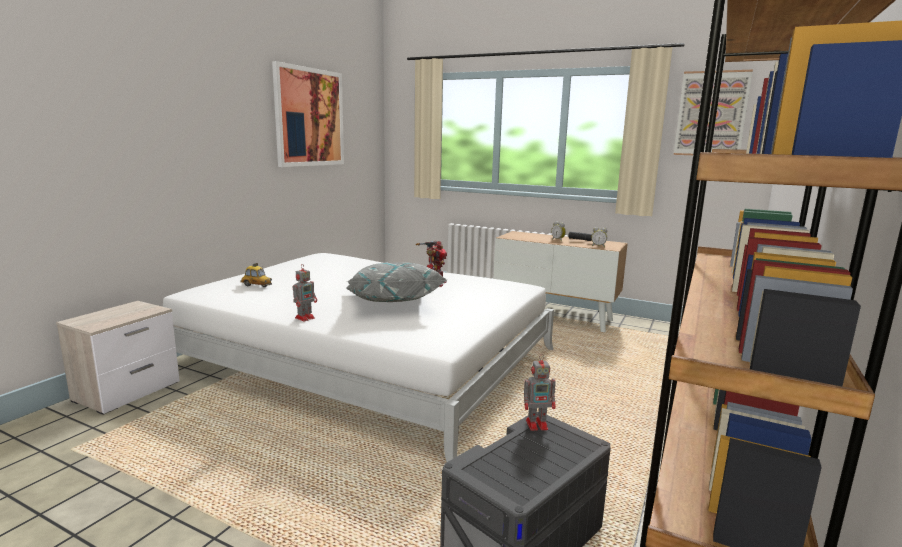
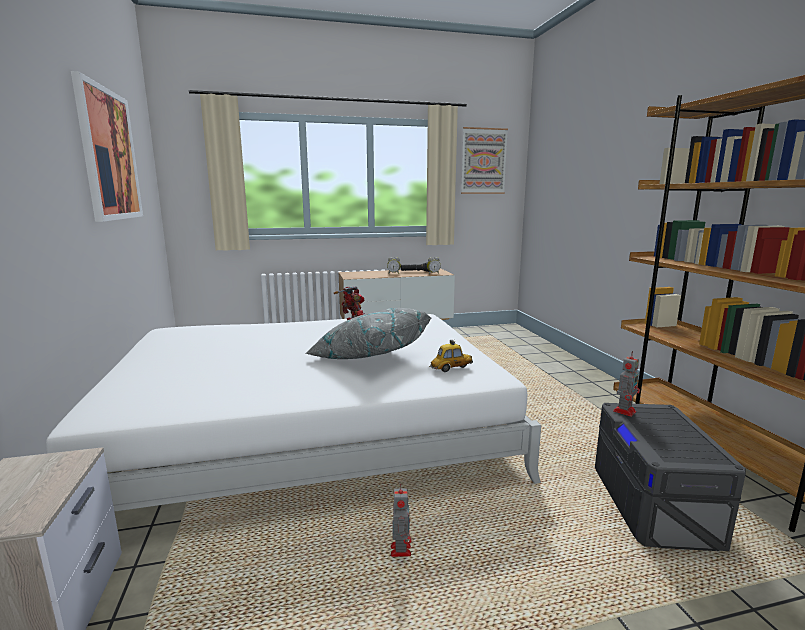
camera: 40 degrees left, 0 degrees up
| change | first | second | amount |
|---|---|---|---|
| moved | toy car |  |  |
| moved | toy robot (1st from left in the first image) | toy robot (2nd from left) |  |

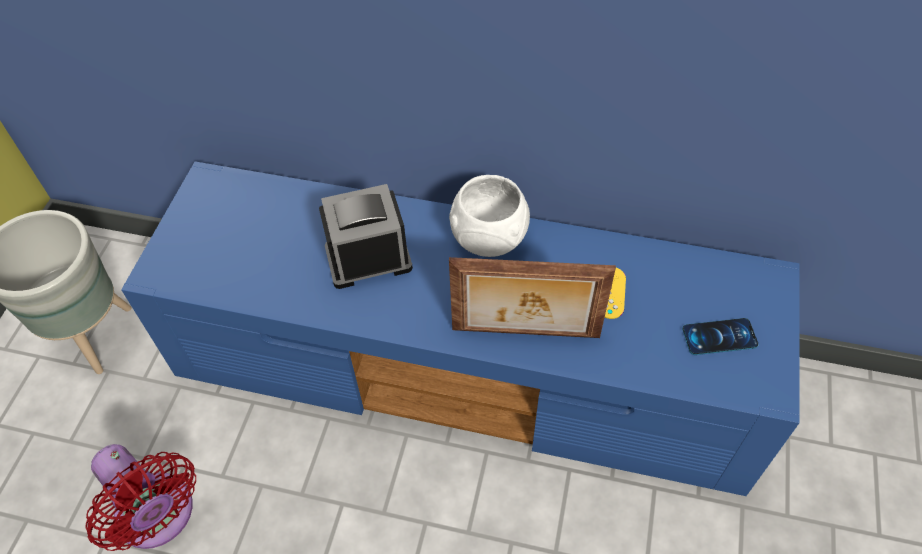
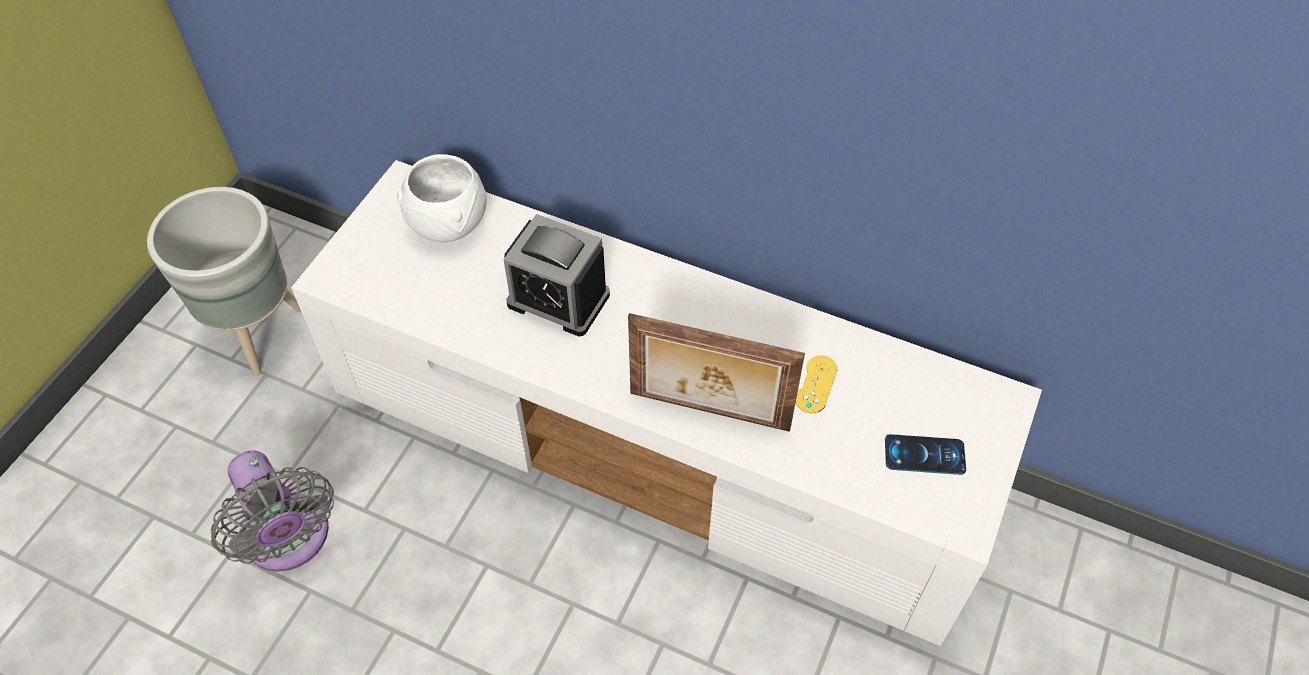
camera: 10 degrees right, 0 degrees up
| change | first | second | amount |
|---|---|---|---|
| recoloured | blue tv stand | white tv stand |  |
| moved | white bowl |  |  |
| turned | alarm clock |  | 150 degrees counterclockwise |
| recoloured | red fan | grey fan |  |

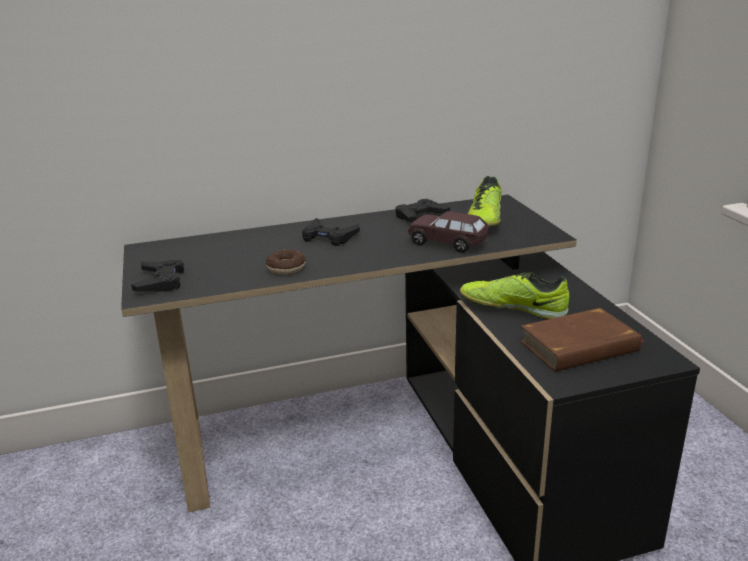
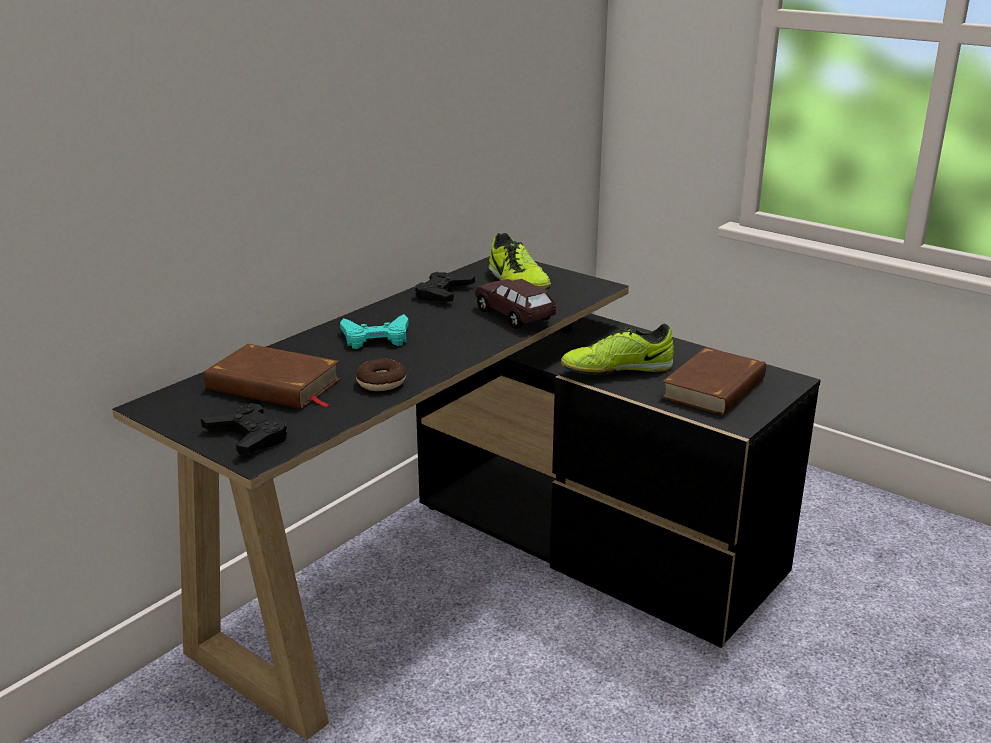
camera: 35 degrees left, 0 degrees up
| change | first | second | amount |
|---|---|---|---|
| turned | brown toy car |  | 60 degrees clockwise |
| recoloured | black game controller (2nd from left) | turquoise game controller |  |
| added |  | brown book (1st from left) |  |

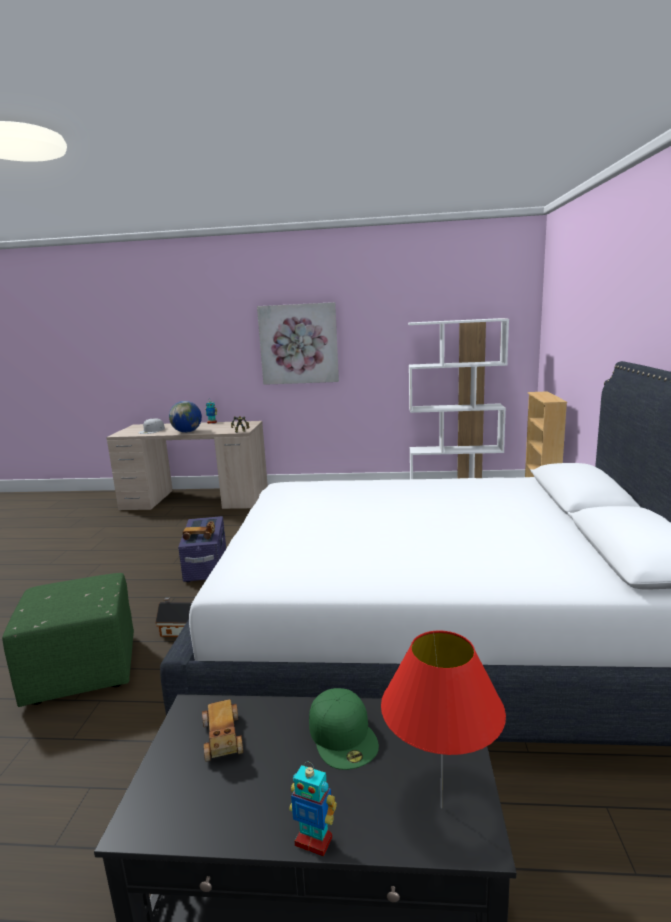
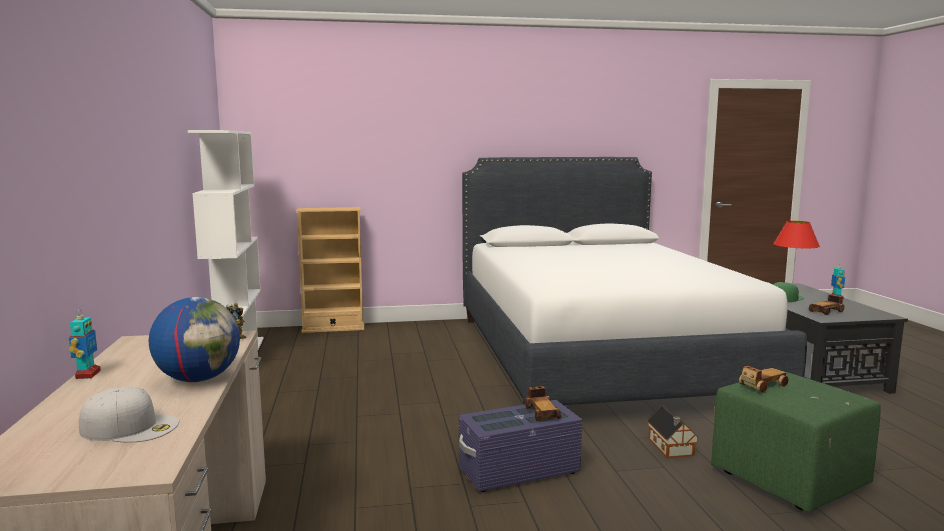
camera: 105 degrees left, 5 degrees down
| change | first | second | amount |
|---|---|---|---|
| removed | picture |  |  |
| added |  | toy car (2nd from left) |  |

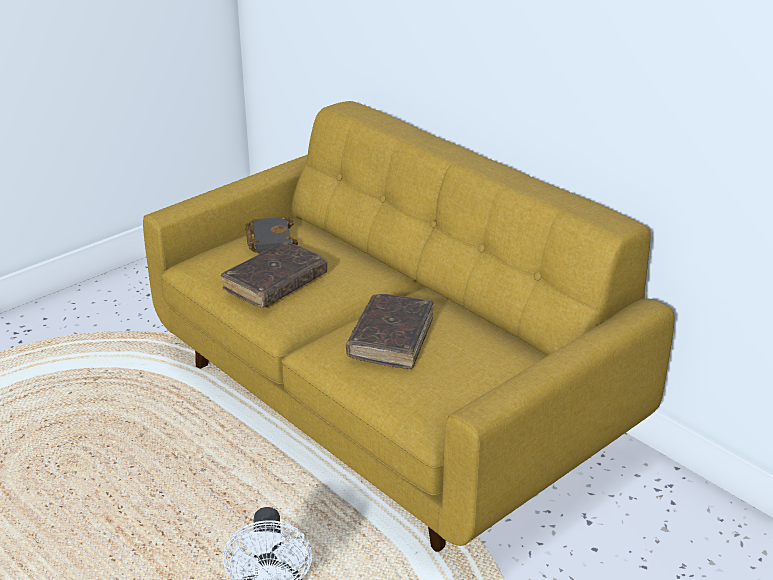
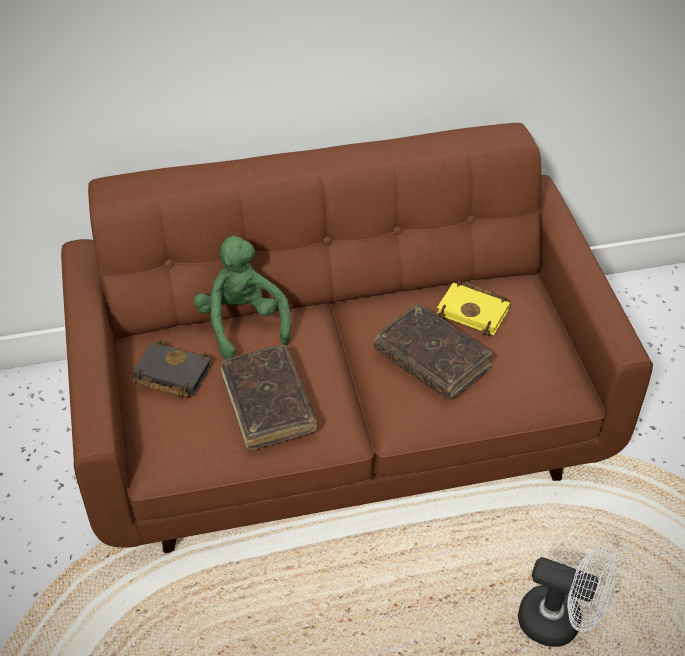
camera: 60 degrees left, 15 degrees up
| change | first | second | amount |
|---|---|---|---|
| recoloured | yellow sofa | brown sofa |  |
| added |  | green plush toy |  |
| added |  | yellow book |  |

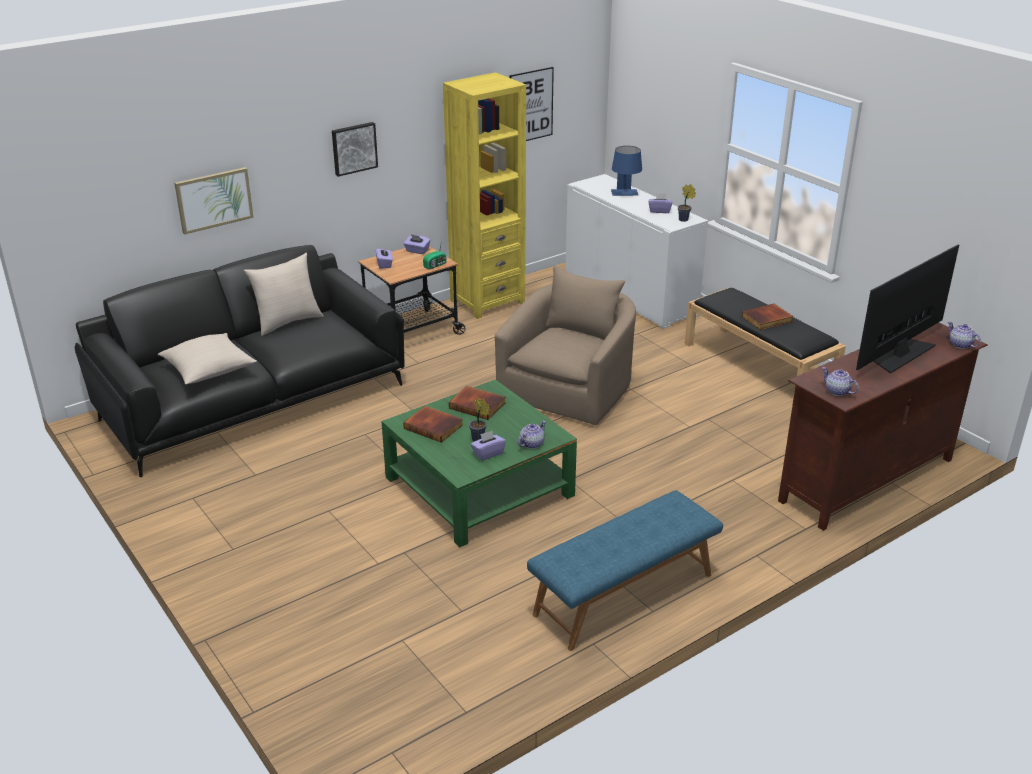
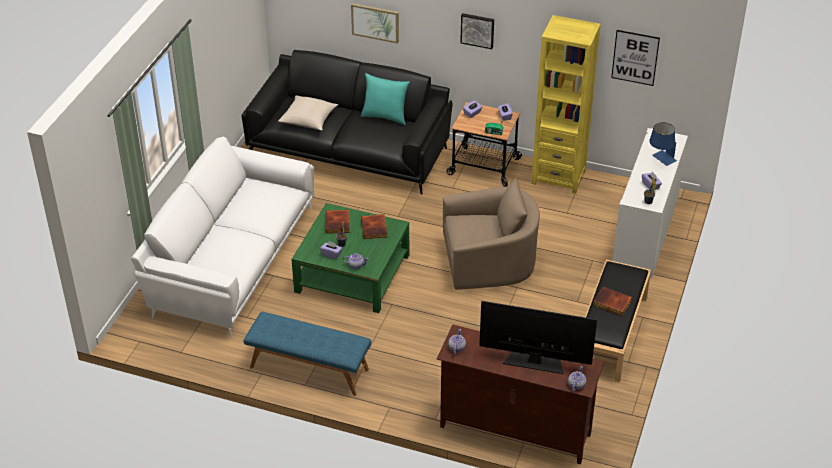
camera: 55 degrees right, 10 degrees up
| change | first | second | amount |
|---|---|---|---|
| recoloured | beige pillow (2nd from left) | turquoise pillow |  |
| added |  | white sofa |  |

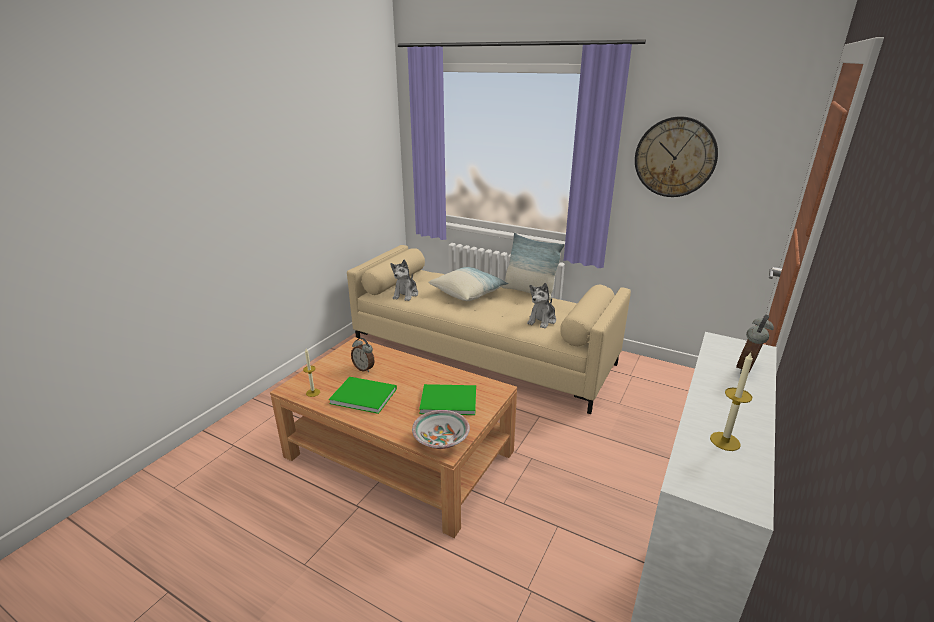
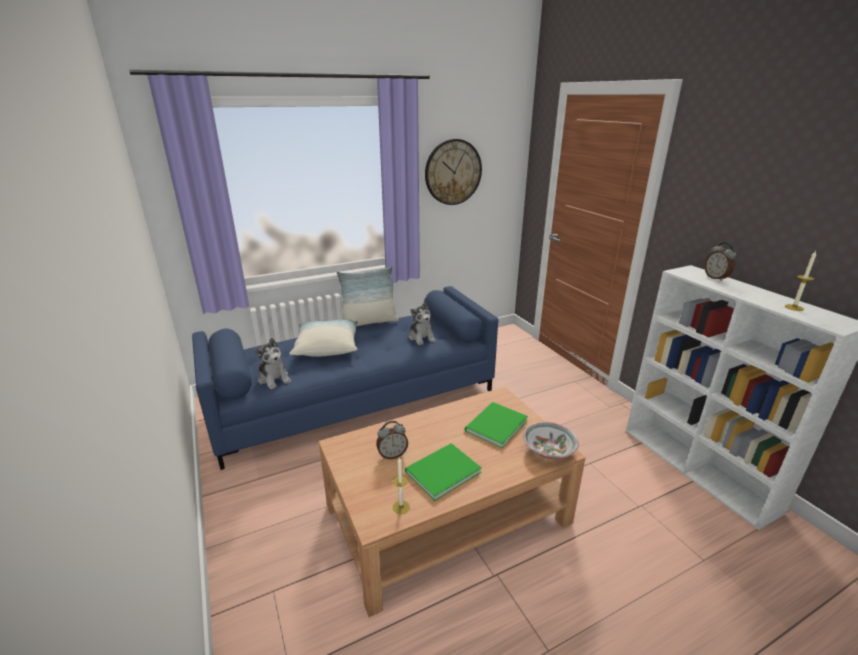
camera: 55 degrees left, 0 degrees up
| change | first | second | amount |
|---|---|---|---|
| recoloured | beige sofa | blue sofa |  |

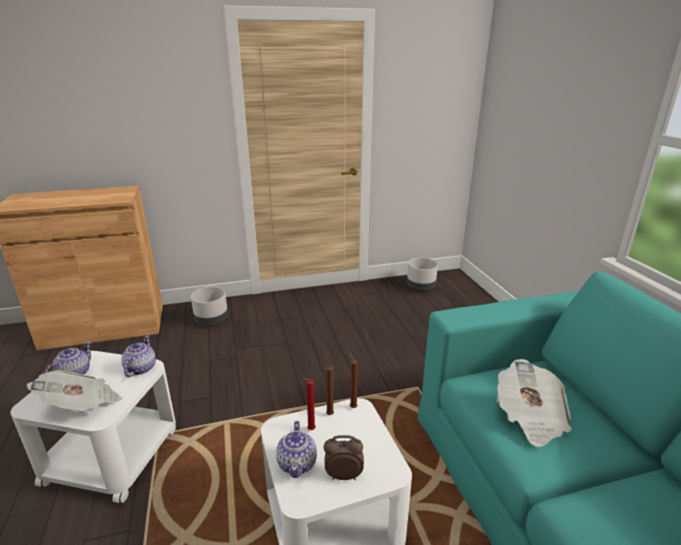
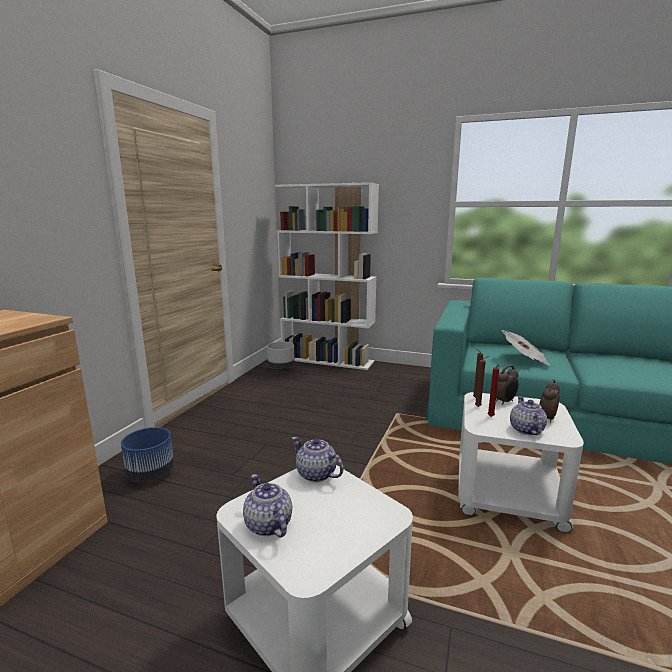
camera: 55 degrees left, 10 degrees down
| change | first | second | amount |
|---|---|---|---|
| recoloured | grey planter (1st from left) | blue planter |  |
| removed | newspaper (1st from left) |  |  |
| turned | teapot (3rd from left) |  | 120 degrees counterclockwise |
| added |  | white bookcase |  |
| added |  | alarm clock (1st from left) |  |

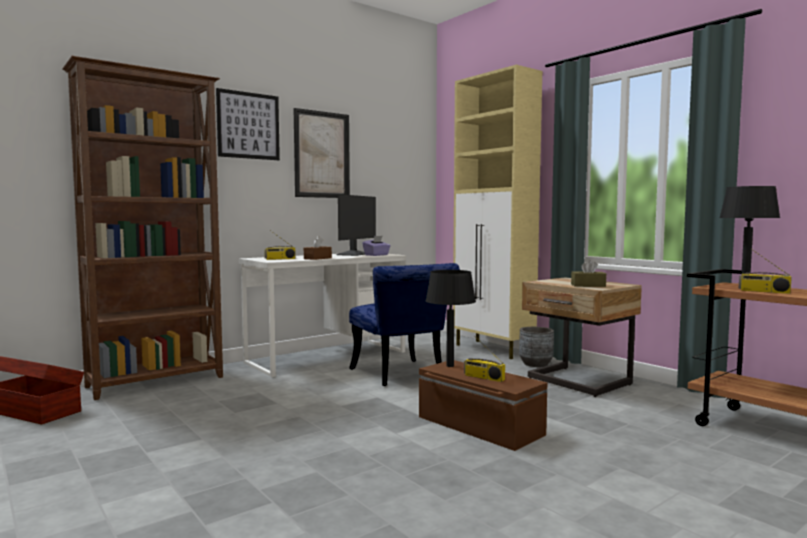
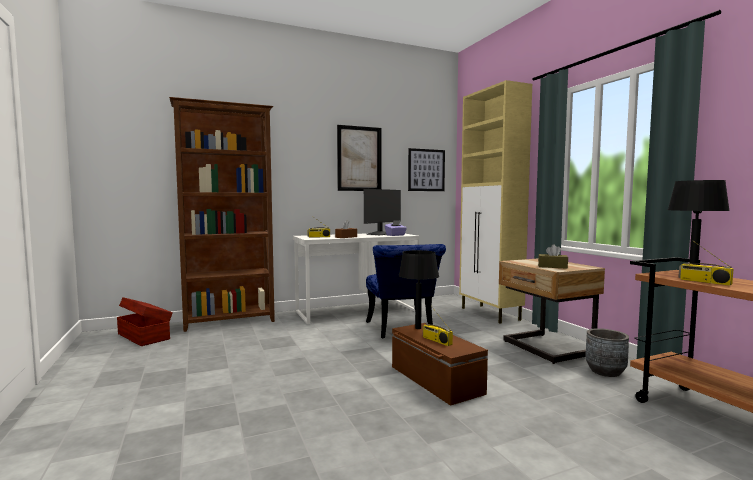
camera: 15 degrees right, 0 degrees up
| change | first | second | amount |
|---|---|---|---|
| moved | picture (1st from left in the first image) | picture (2nd from left) |  |
| moved | grey planter |  |  |

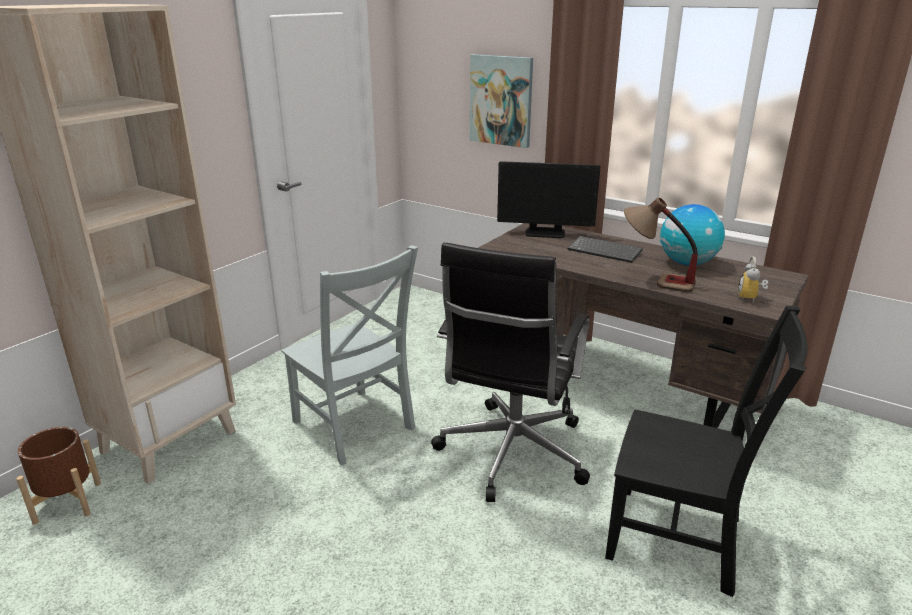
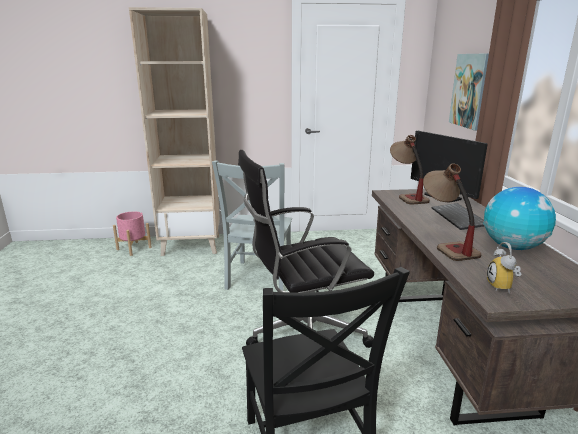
camera: 50 degrees right, 5 degrees down
| change | first | second | amount |
|---|---|---|---|
| turned | alarm clock |  | 60 degrees counterclockwise |
| recoloured | brown planter | pink planter |  |
| added |  | table lamp (1st from left) |  |

